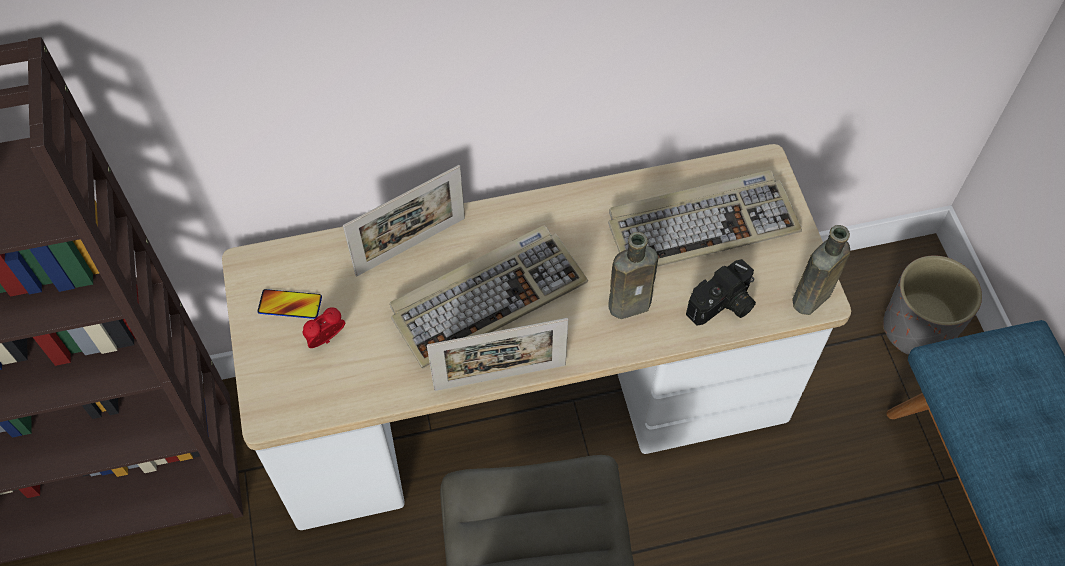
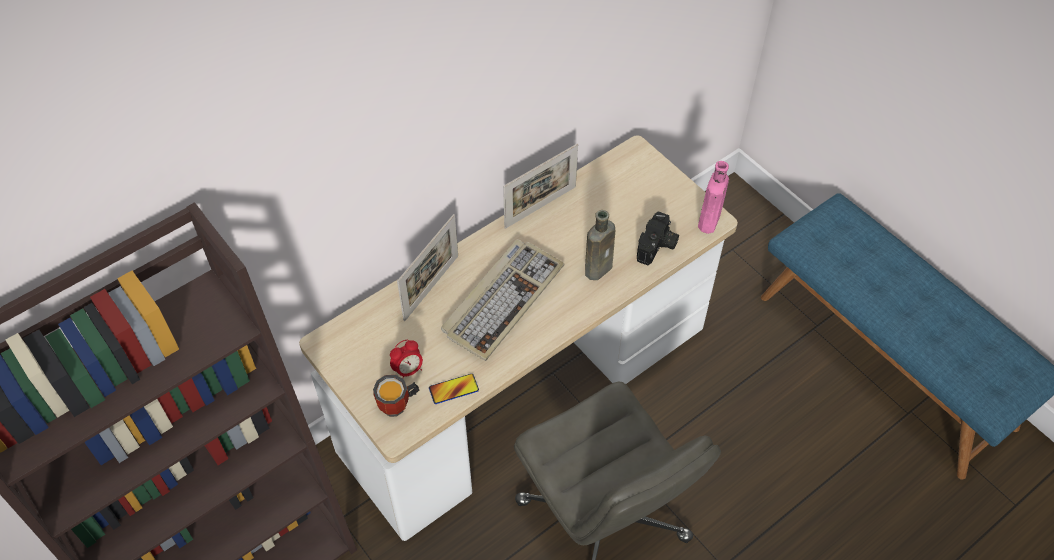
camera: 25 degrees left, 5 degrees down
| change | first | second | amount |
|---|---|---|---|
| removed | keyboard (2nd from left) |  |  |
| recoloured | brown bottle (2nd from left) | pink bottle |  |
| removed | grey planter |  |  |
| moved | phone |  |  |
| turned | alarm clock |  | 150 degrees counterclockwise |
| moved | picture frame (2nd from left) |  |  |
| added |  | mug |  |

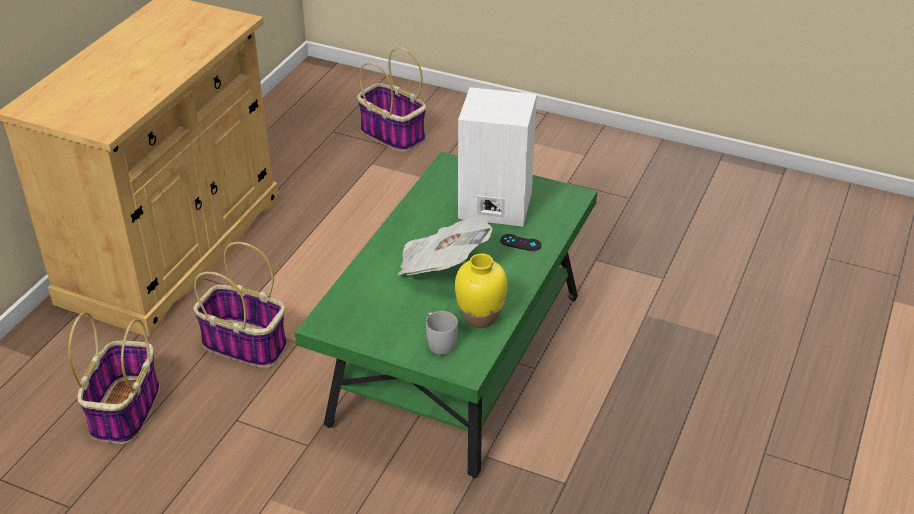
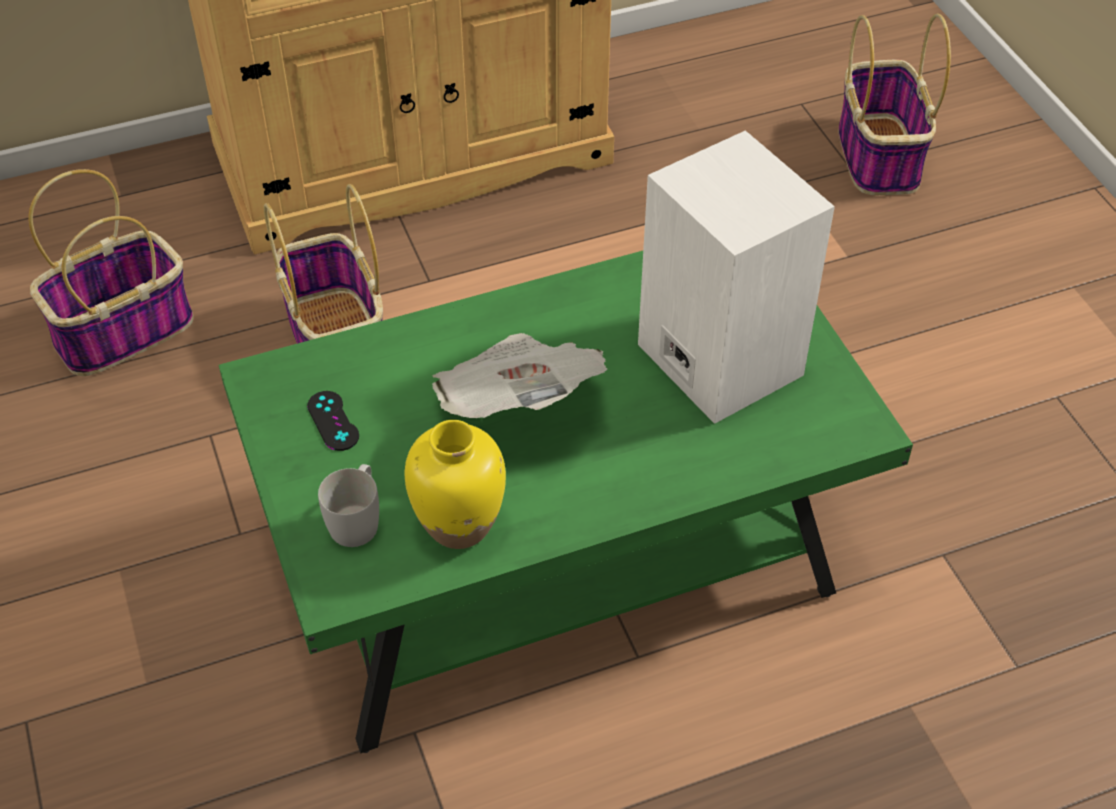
camera: 45 degrees right, 10 degrees up
| change | first | second | amount |
|---|---|---|---|
| moved | black game controller |  |  |

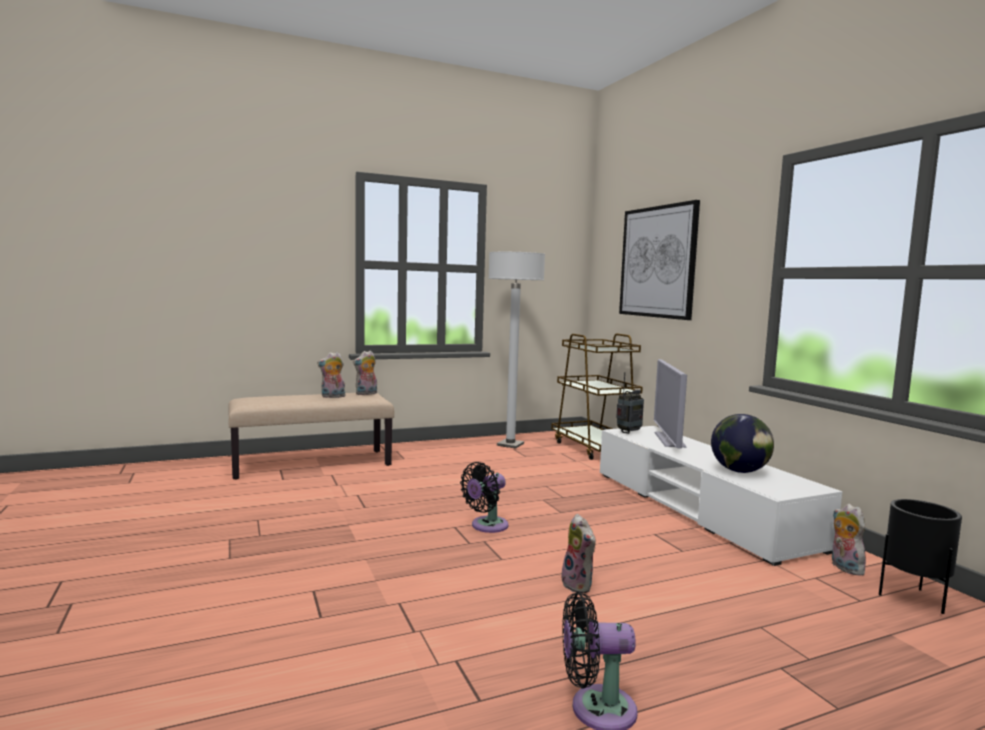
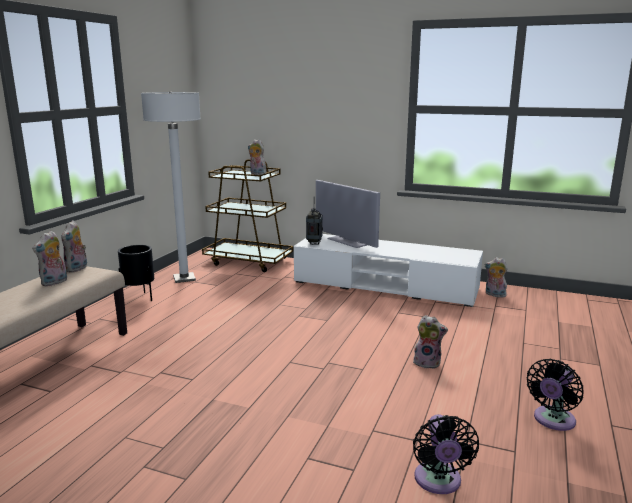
camera: 45 degrees left, 10 degrees up
| change | first | second | amount |
|---|---|---|---|
| removed | picture |  |  |
| removed | globe |  |  |
| moved | black fan (1st from left) |  |  |
| moved | black planter |  |  |
| added |  | plush toy (3rd from left) |  |

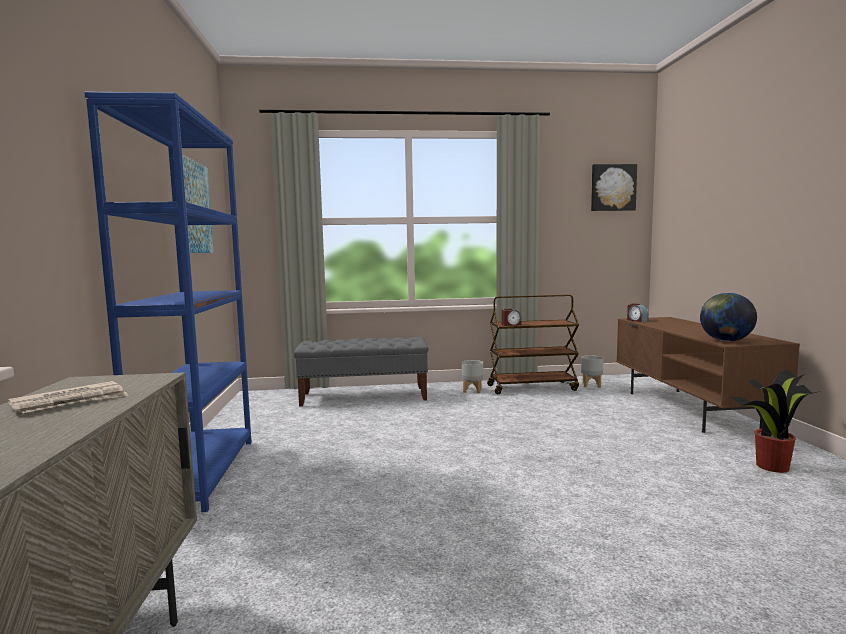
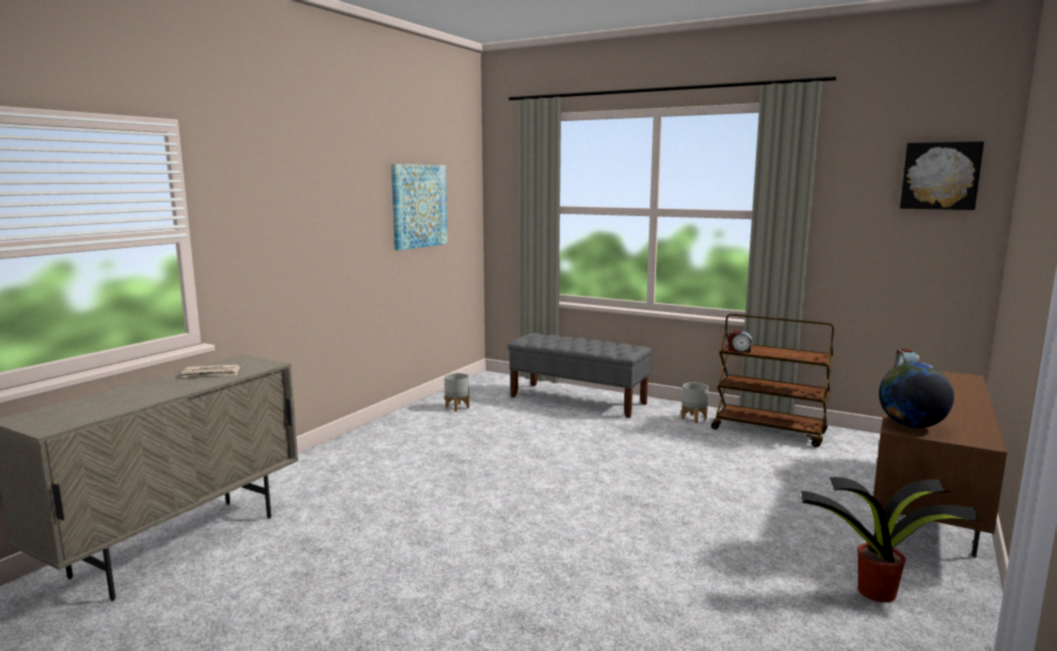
camera: 35 degrees right, 5 degrees up
| change | first | second | amount |
|---|---|---|---|
| removed | blue bookcase |  |  |
| moved | grey planter (2nd from left in the first image) | grey planter (1st from left) |  |

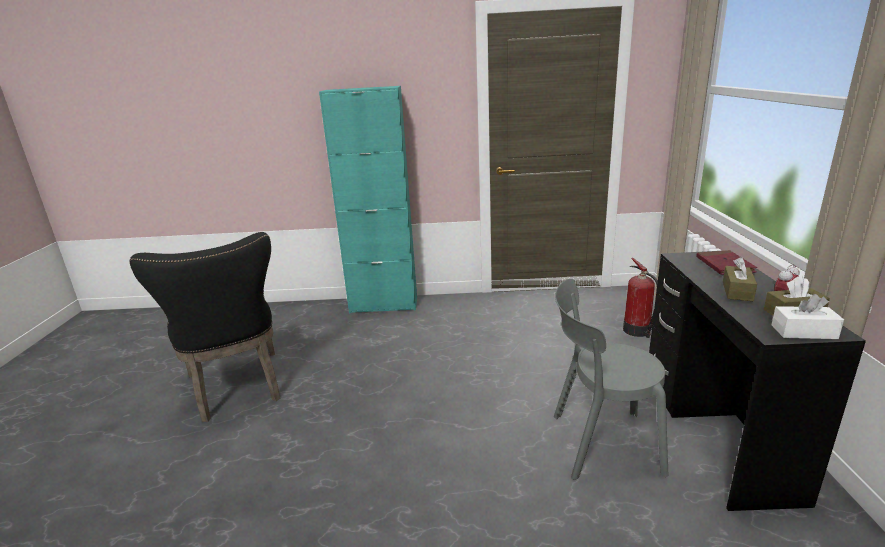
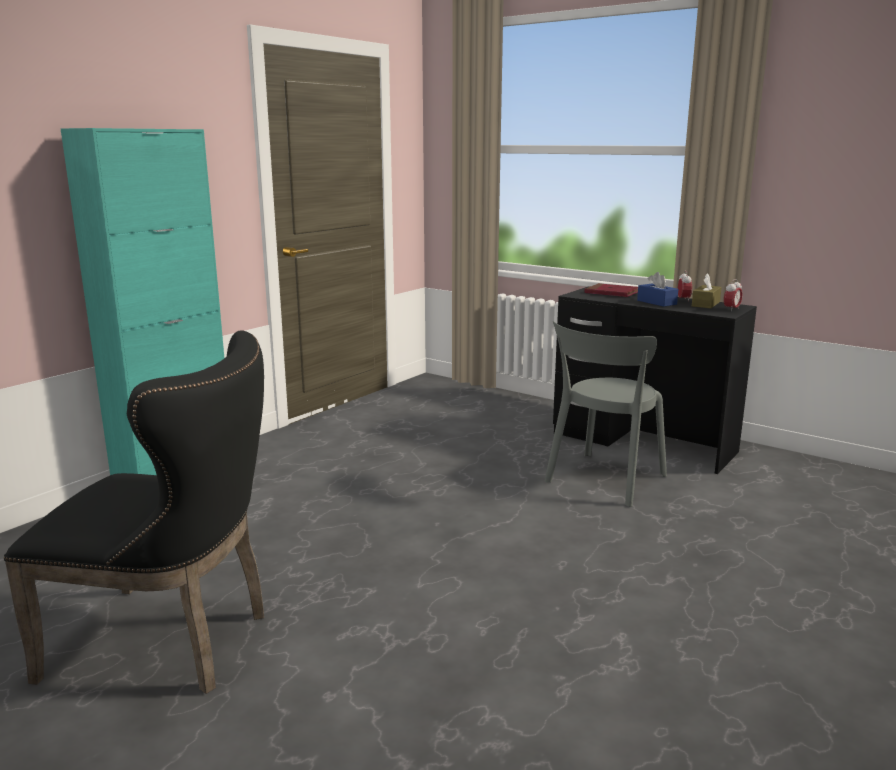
camera: 55 degrees left, 5 degrees down
| change | first | second | amount |
|---|---|---|---|
| recoloured | brown tissue box (1st from left) | blue tissue box |  |
| removed | fire extinguisher |  |  |
| replaced | white tissue box | alarm clock (2nd from left) |  |

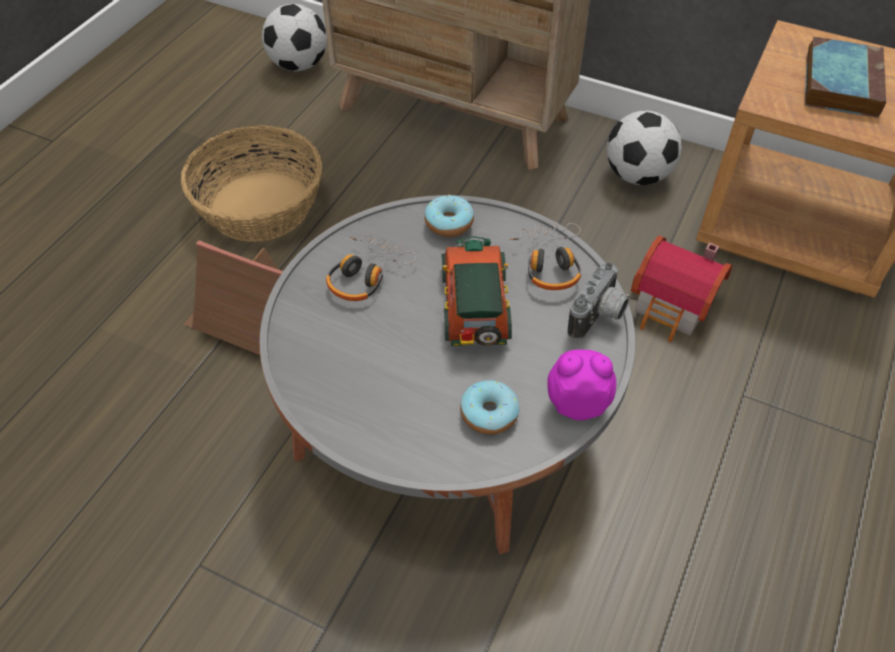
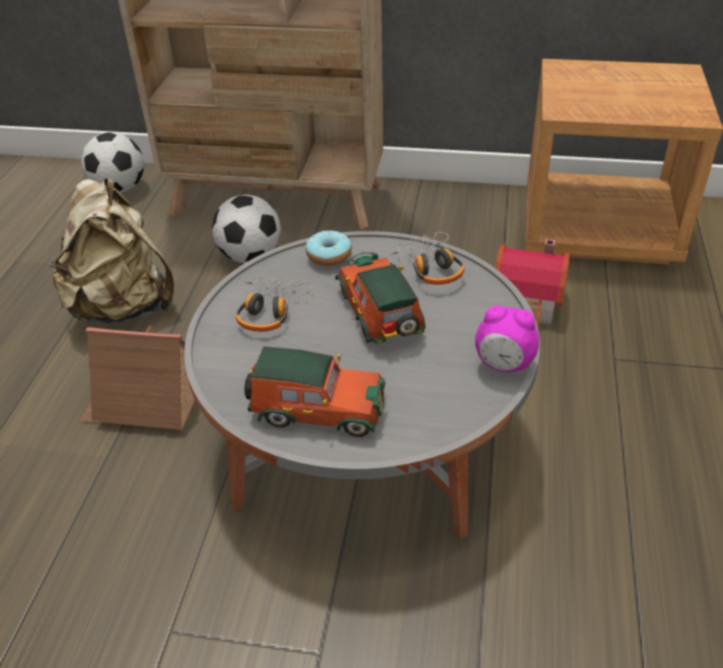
camera: 15 degrees left, 10 degrees down
| change | first | second | amount |
|---|---|---|---|
| removed | book |  |  |
| moved | football (2nd from left) |  |  |
| replaced | basket | beige backpack |  |
| removed | photo camera |  |  |
| turned | alarm clock |  | 150 degrees counterclockwise |
| removed | donut (2nd from left) |  |  |
| added |  | toy car (1st from left) |  |

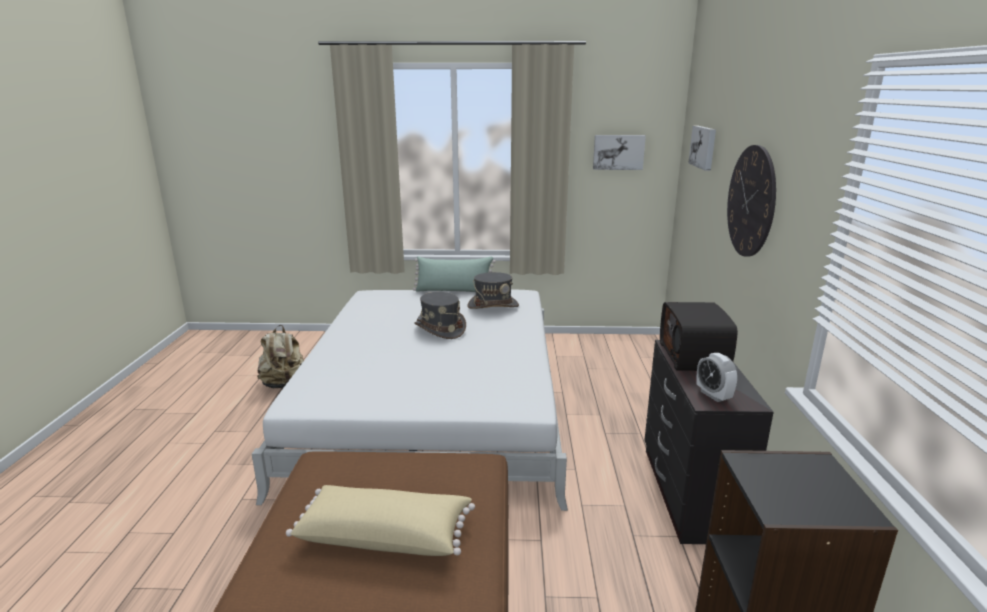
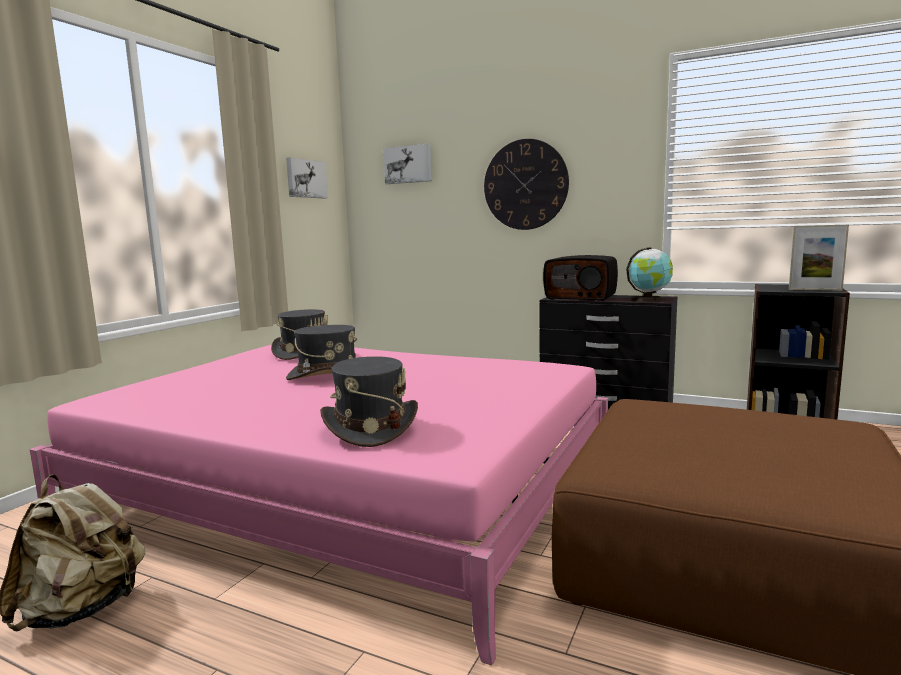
camera: 65 degrees left, 10 degrees down
| change | first | second | amount |
|---|---|---|---|
| removed | green pillow |  |  |
| recoloured | white bed | pink bed |  |
| replaced | alarm clock | globe |  |
| removed | beige pillow |  |  |
| added |  | picture frame |  |
| added |  | grey hat (3rd from left) |  |

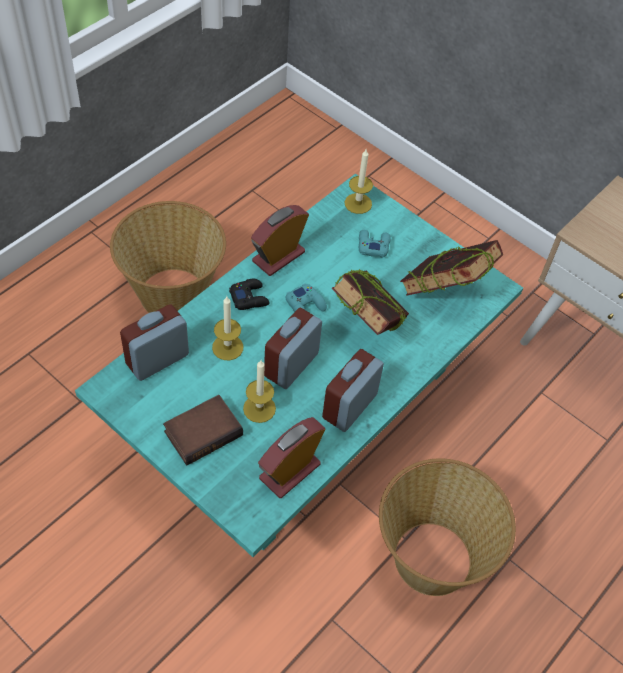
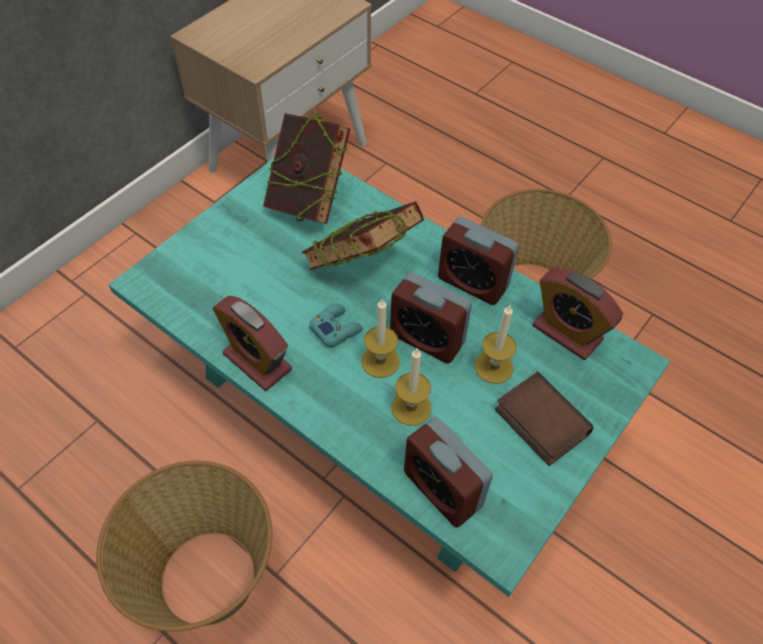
camera: 90 degrees left, 0 degrees up
| change | first | second | amount |
|---|---|---|---|
| moved | candle (3rd from left in the first image) | candle (1st from left) |  |
| removed | turquoise game controller (2nd from left) |  |  |
| removed | black game controller |  |  |

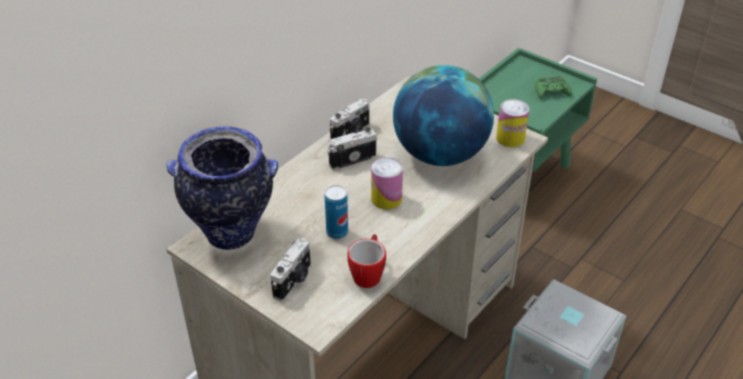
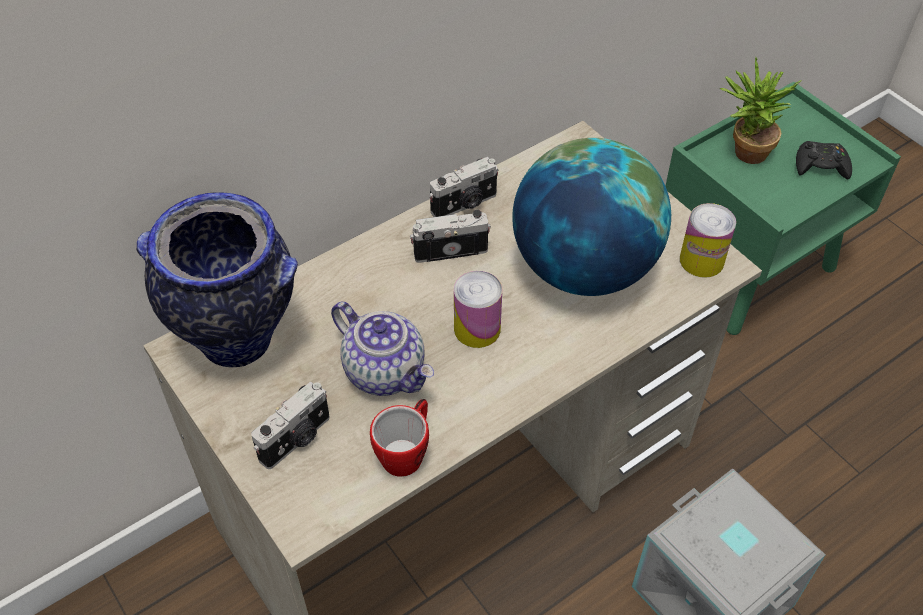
camera: 15 degrees right, 10 degrees up
| change | first | second | amount |
|---|---|---|---|
| recoloured | green game controller | black game controller |  |
| replaced | can (1st from left) | teapot |  |
| added |  | potted plant |  |

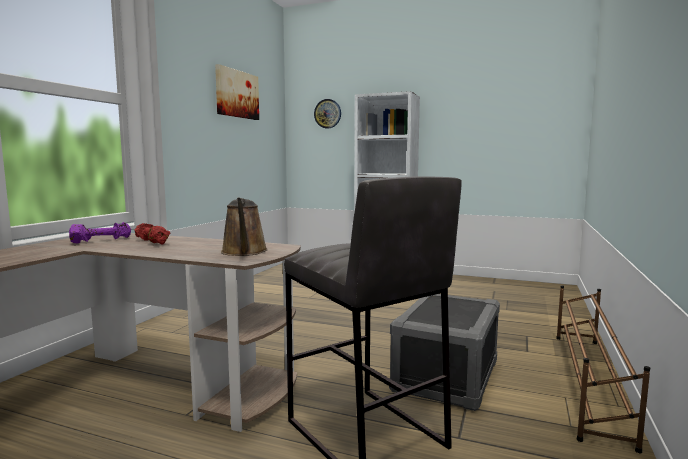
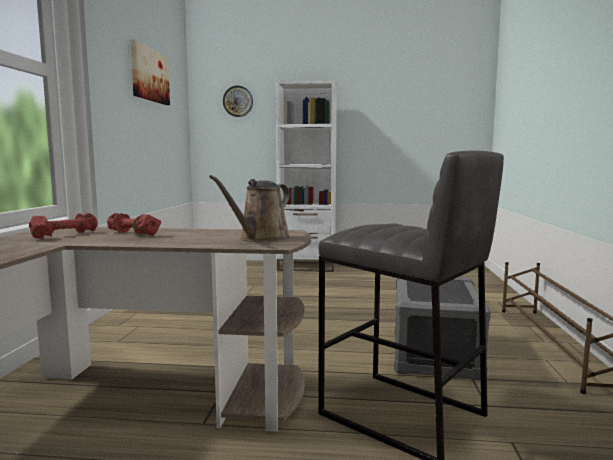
camera: 15 degrees left, 0 degrees up
| change | first | second | amount |
|---|---|---|---|
| turned | brown watering can |  | 60 degrees clockwise |
| recoloured | purple dumbbell | red dumbbell (1st from left) |  |

